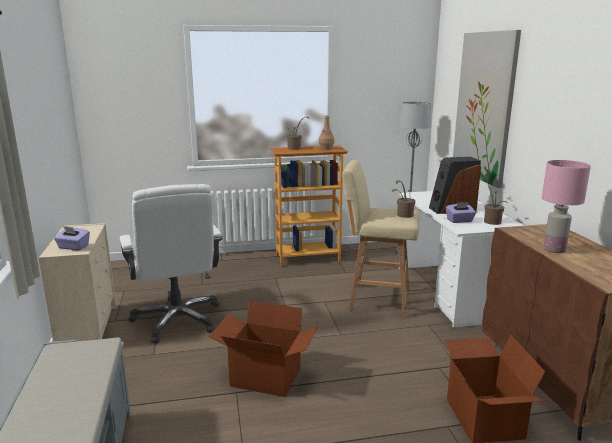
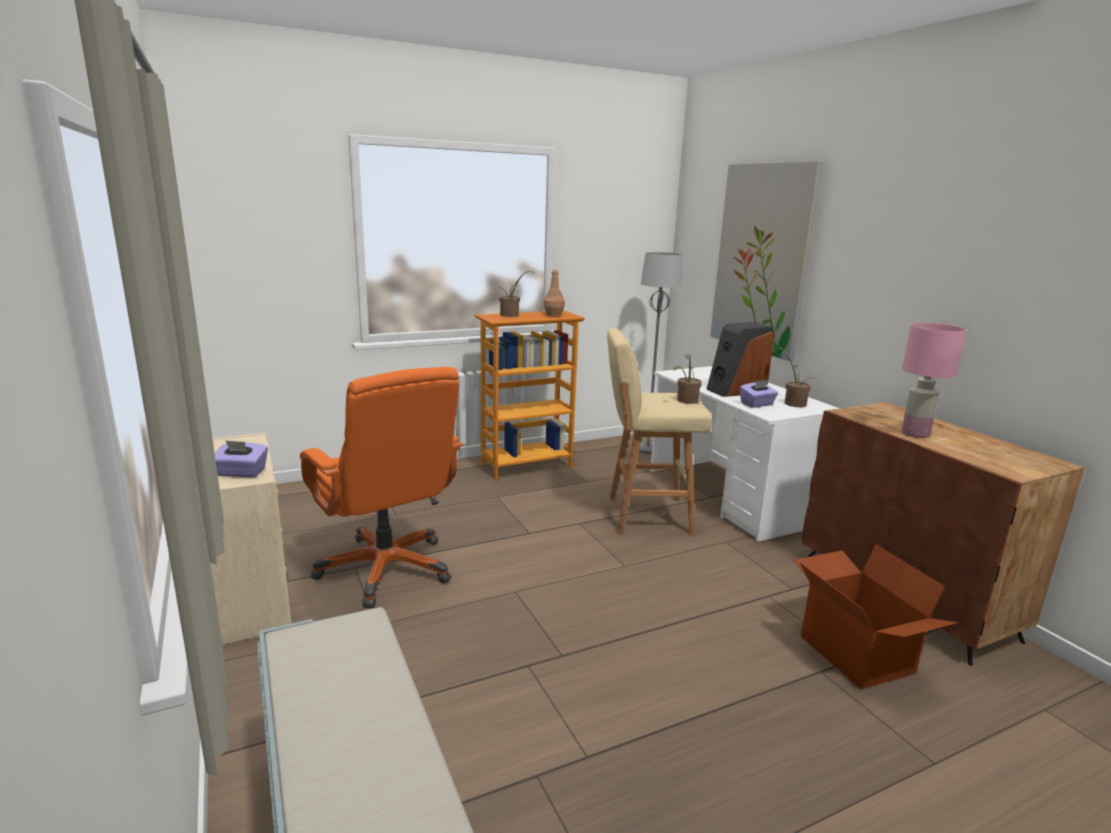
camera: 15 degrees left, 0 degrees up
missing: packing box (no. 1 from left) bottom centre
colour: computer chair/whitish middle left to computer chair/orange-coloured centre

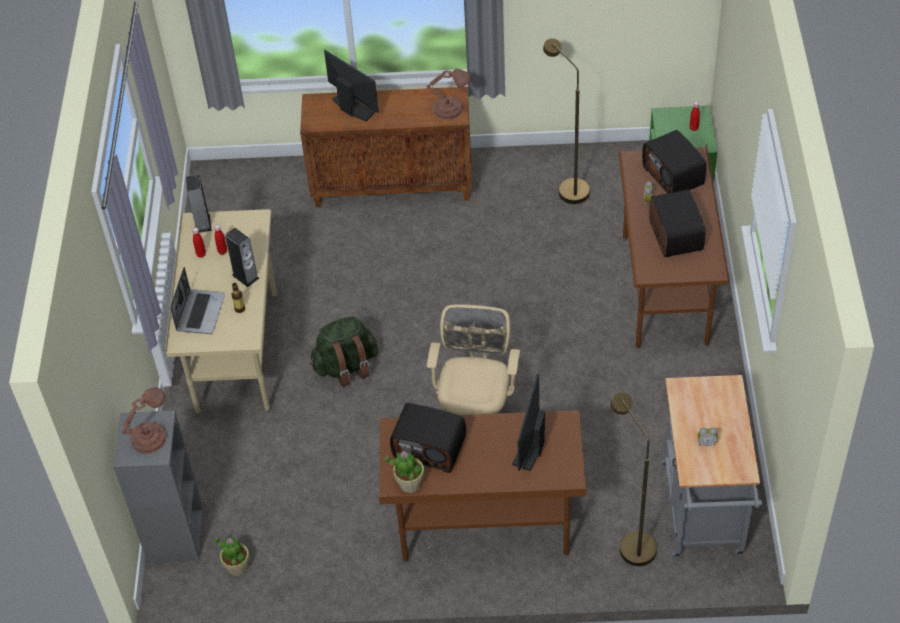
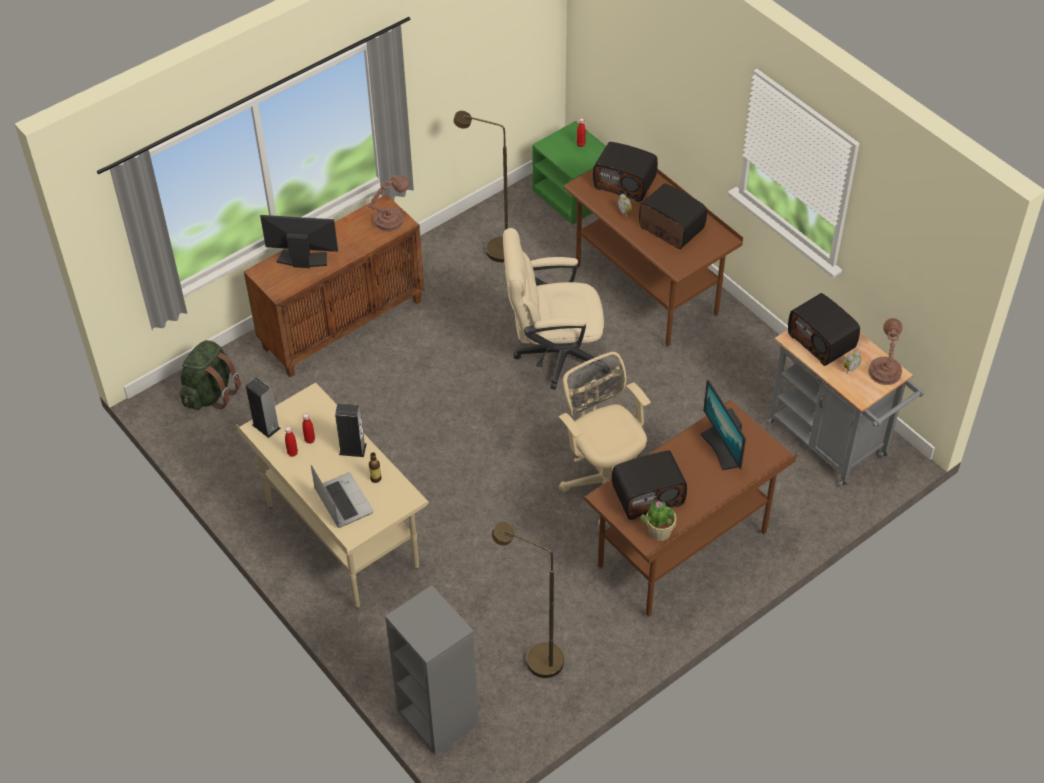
camera: 40 degrees left, 0 degrees up
missing: plant in a pot (no. 1 from left) bottom left
appeared: computer chair/beige-coloured (no. 1 from left) centre; radio set (no. 4 from left) middle right
relocated: lamp for a table/brown-coloured (no. 1 from left in the first image) bottom left to lamp for a table/brown-coloured (no. 2 from left) middle right; rucksack/green-coloured centre to middle left; floor lamp/brown-coloured (no. 2 from left) bottom right to bottom centre

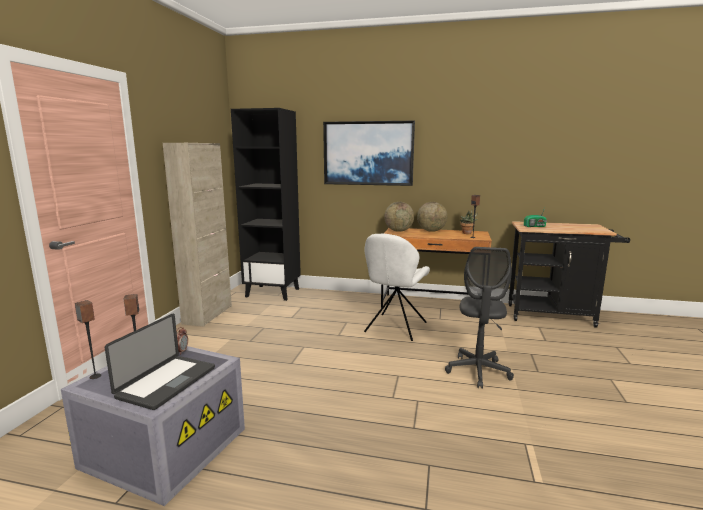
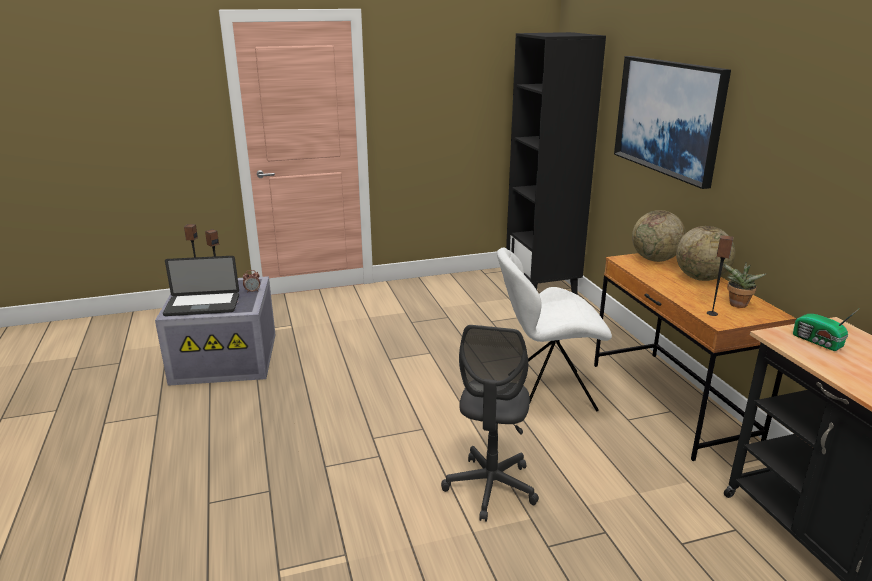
camera: 60 degrees right, 10 degrees up
missing: cupboard/beige-coloured middle left
spun: computer chair/gray middle right = bottom centre 60 degrees counterclockwise

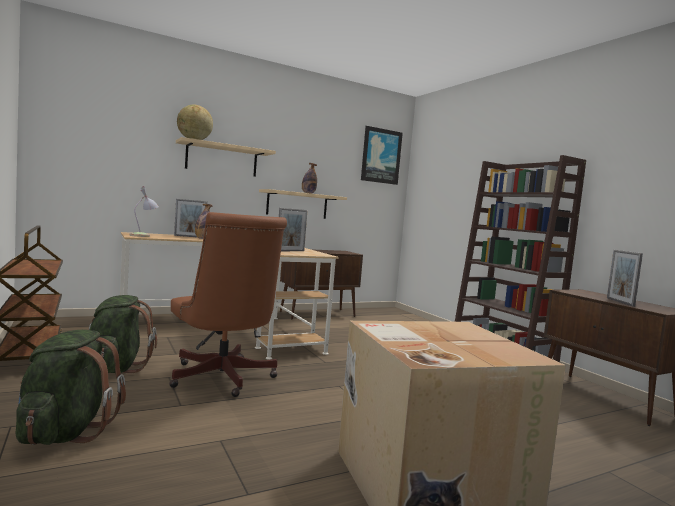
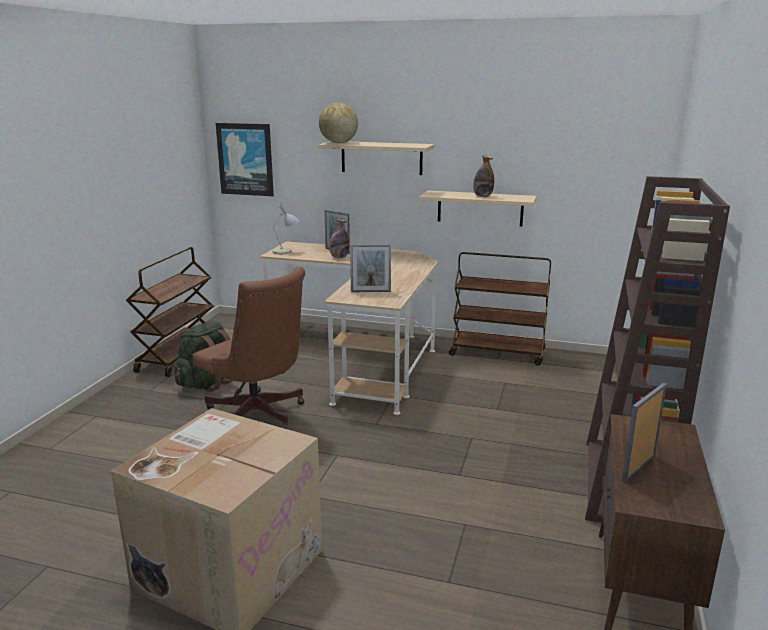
camera: 45 degrees right, 15 degrees up
missing: rucksack/green-coloured (no. 1 from left) bottom left
relocated: picture top centre to top left
exchanged: cupboard/brown-coloured (no. 1 from left) centre to cart/brown-coloured (no. 2 from left) centre
spun: computer chair/brown-coloured centre = middle left 60 degrees counterclockwise

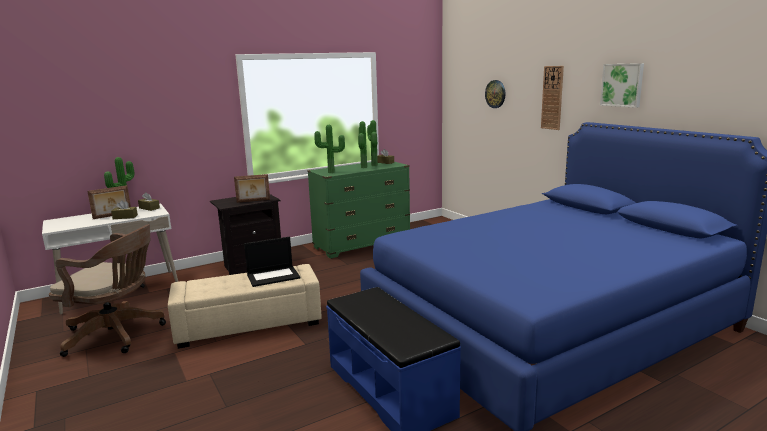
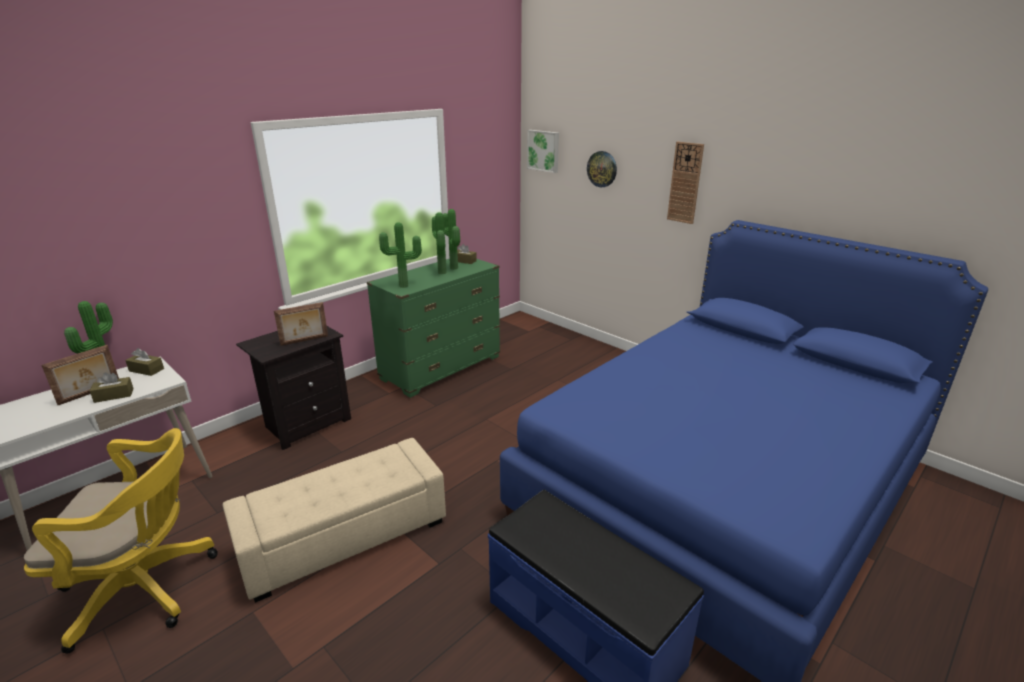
camera: 15 degrees left, 10 degrees up
missing: notebook computer centre
relocated: picture top right to top centre
colour: computer chair/brown-coloured bottom left to computer chair/yellow-coloured bottom left

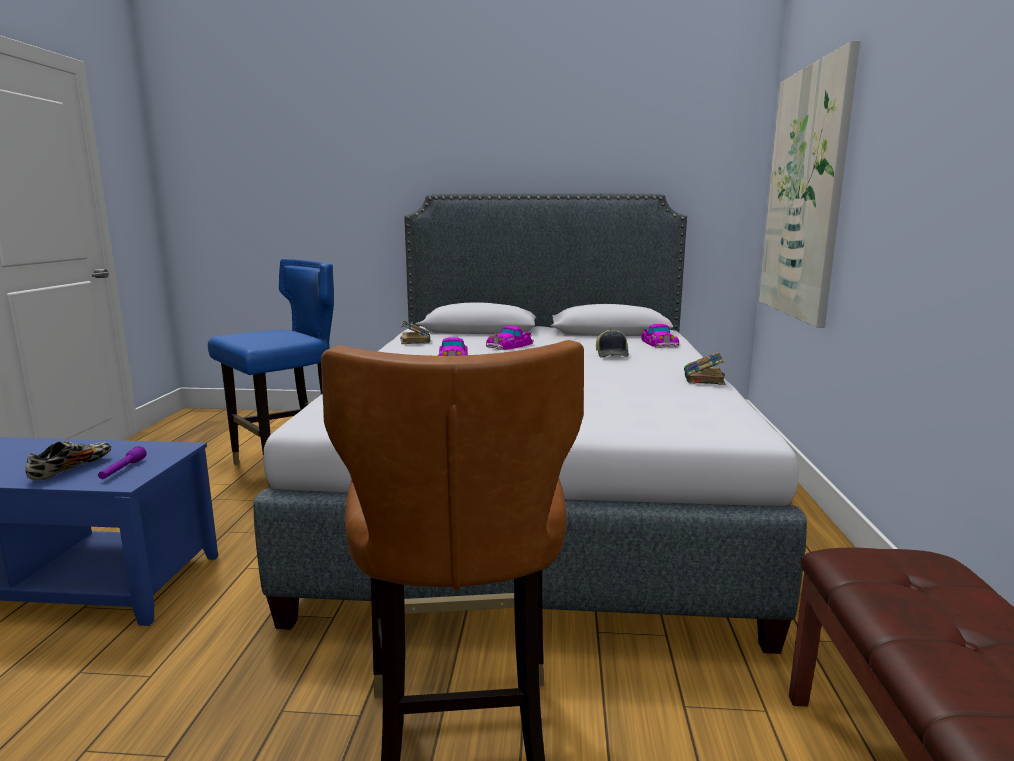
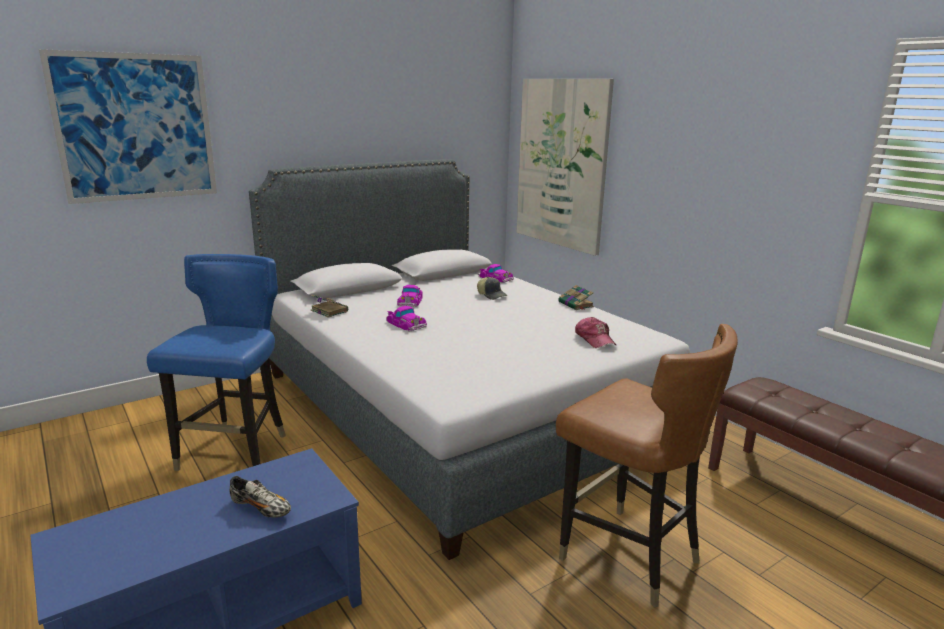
camera: 40 degrees left, 5 degrees up
missing: flashlight/purple middle left
appeared: picture (no. 1 from left) top left; baseball cap (no. 2 from left) centre
spun: shoe middle left = bottom left 135 degrees clockwise

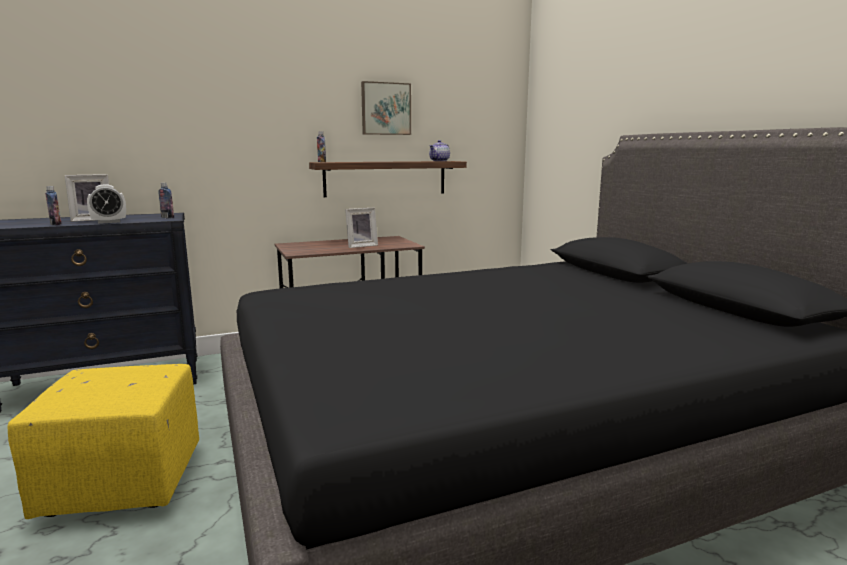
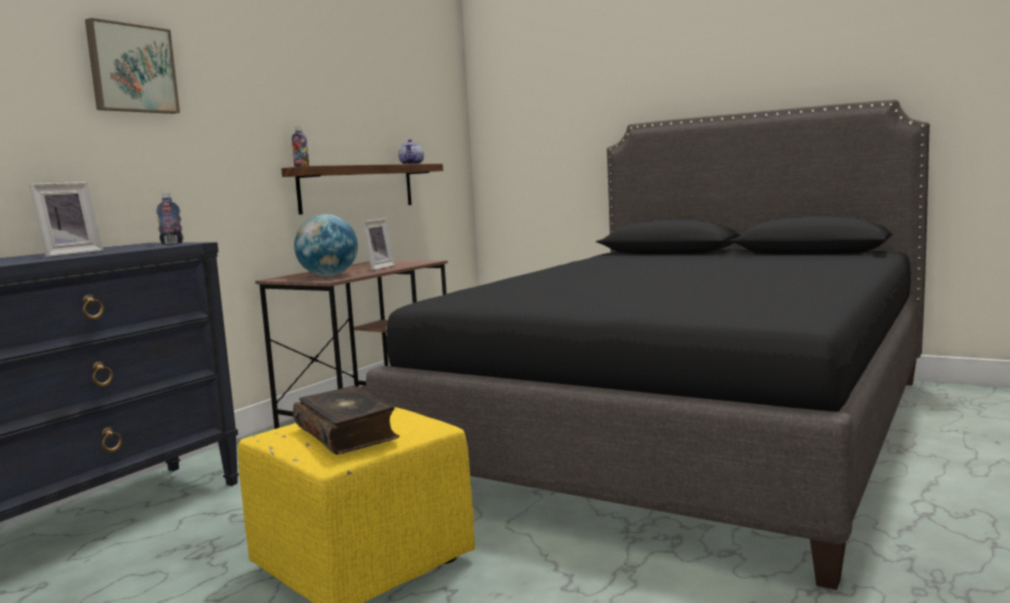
camera: 35 degrees left, 5 degrees down
missing: beverage bottle (no. 1 from left) middle left; bedside clock middle left
appeared: volume bottom centre; globe middle left
relocated: picture top centre to top left

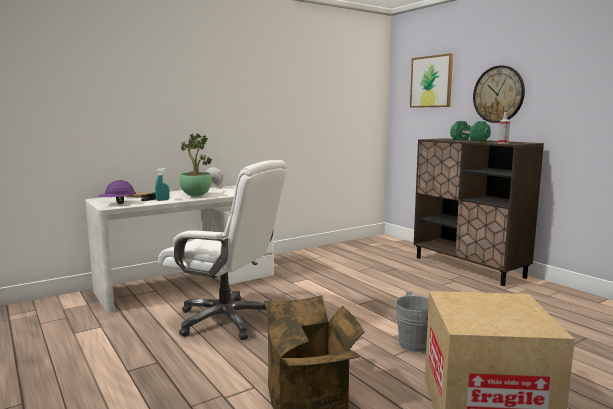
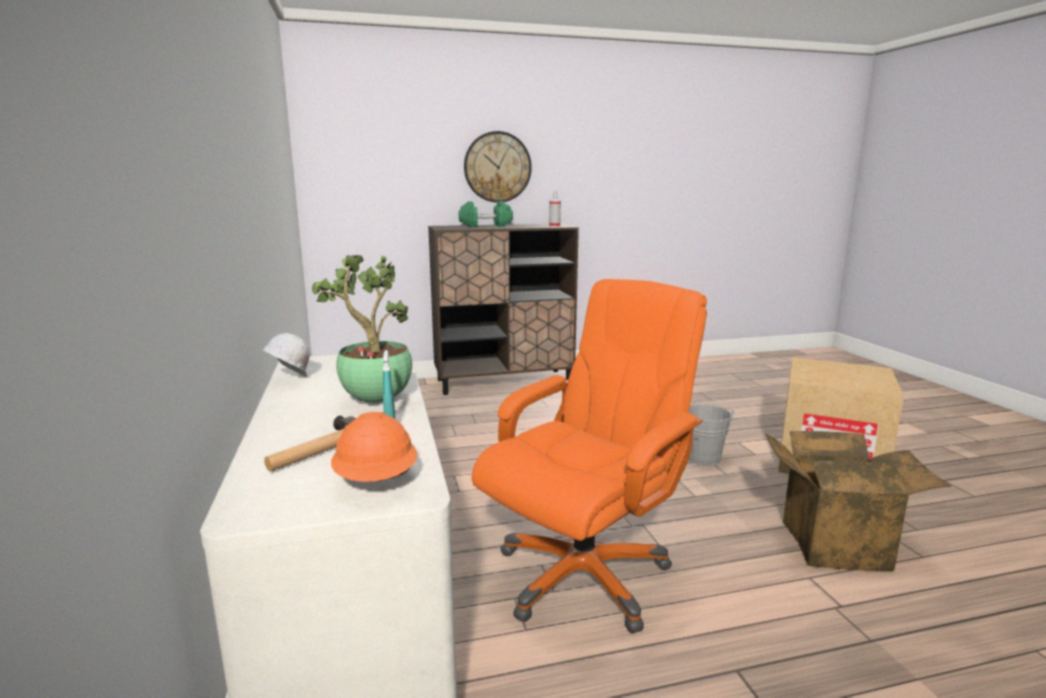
camera: 70 degrees left, 5 degrees up
missing: picture top right
colour: work helmet/purple middle left to work helmet/orange-coloured centre; computer chair/whitish centre to computer chair/orange-coloured centre

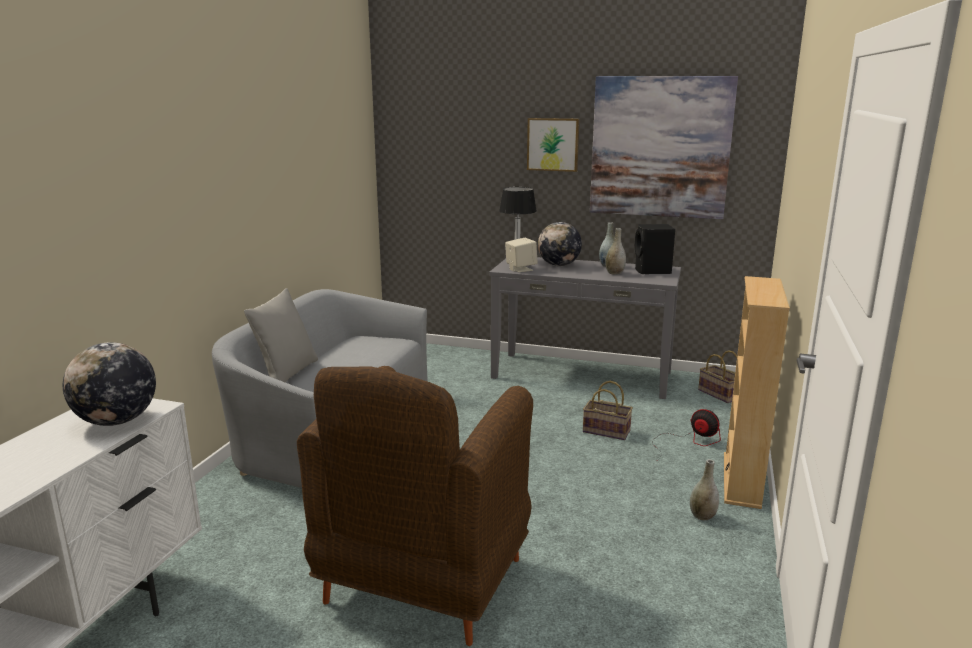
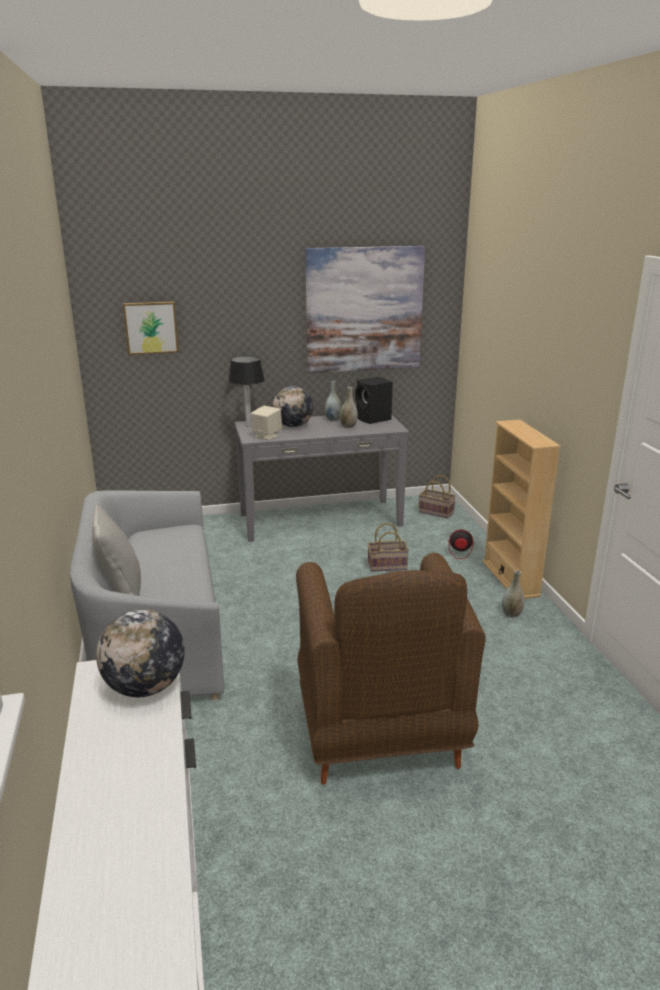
camera: 30 degrees left, 5 degrees up
relocated: picture (no. 1 from left) top centre to top left

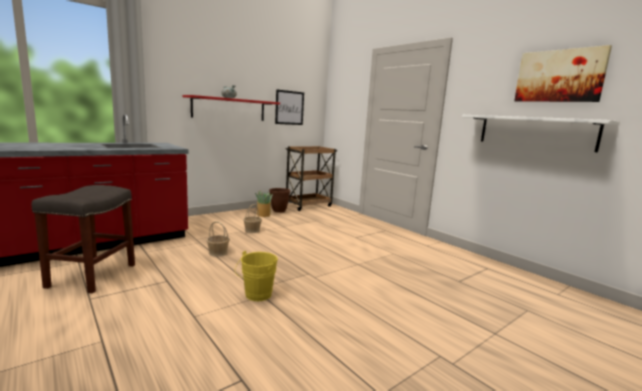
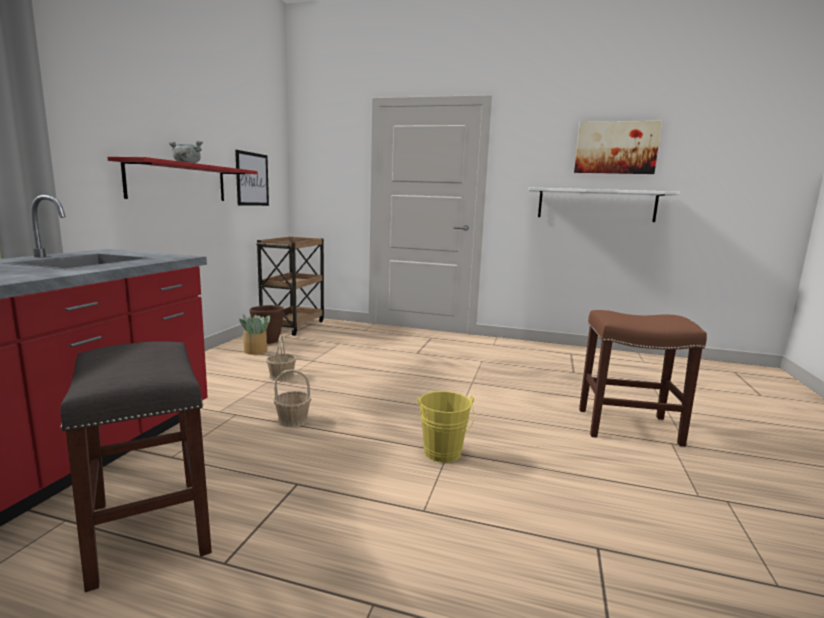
camera: 35 degrees left, 0 degrees up
appeared: sitting stool/brown-coloured middle right

